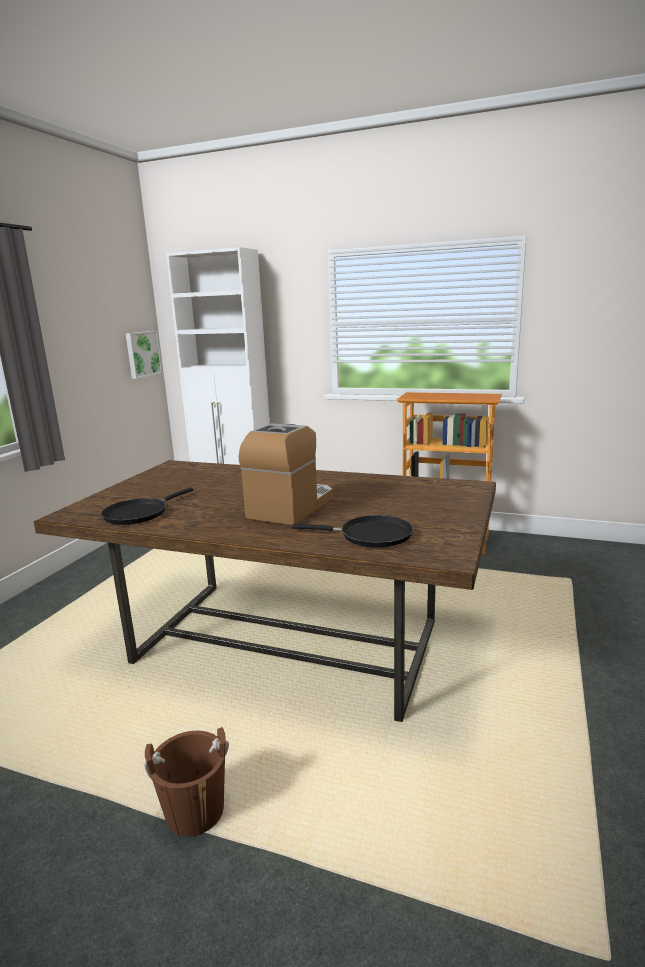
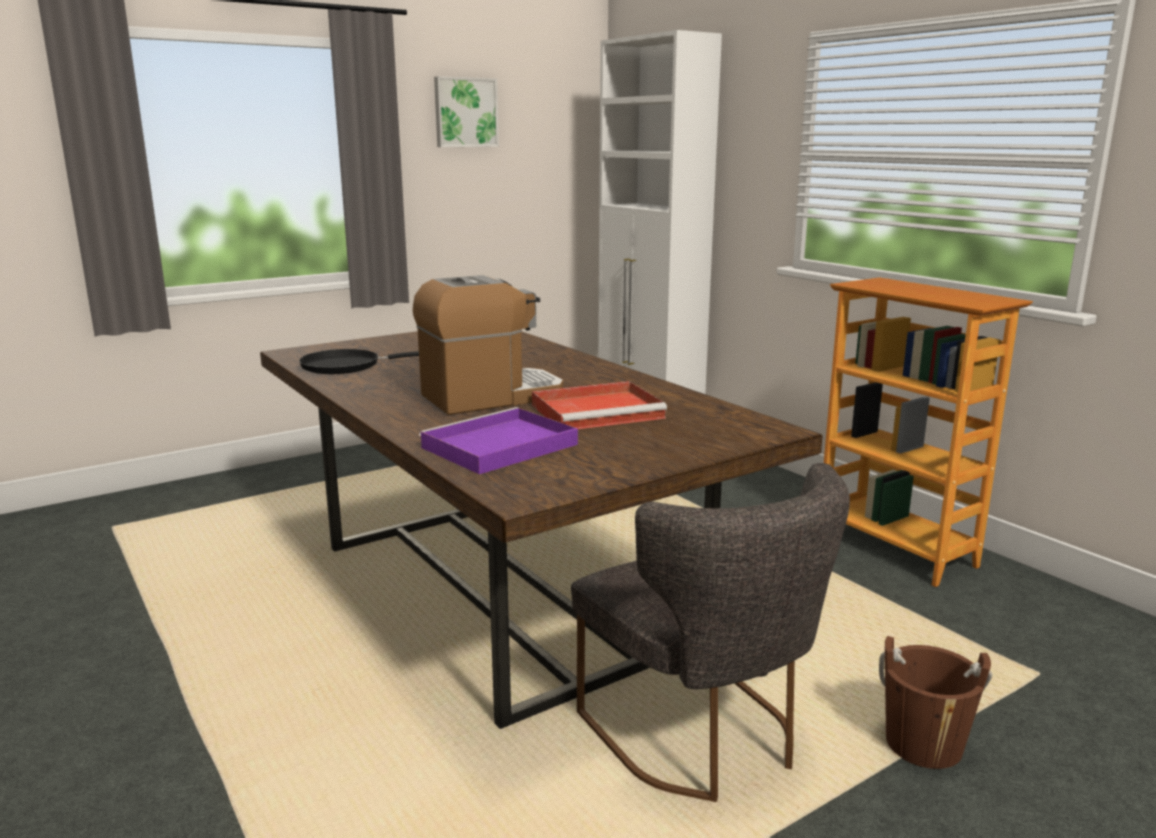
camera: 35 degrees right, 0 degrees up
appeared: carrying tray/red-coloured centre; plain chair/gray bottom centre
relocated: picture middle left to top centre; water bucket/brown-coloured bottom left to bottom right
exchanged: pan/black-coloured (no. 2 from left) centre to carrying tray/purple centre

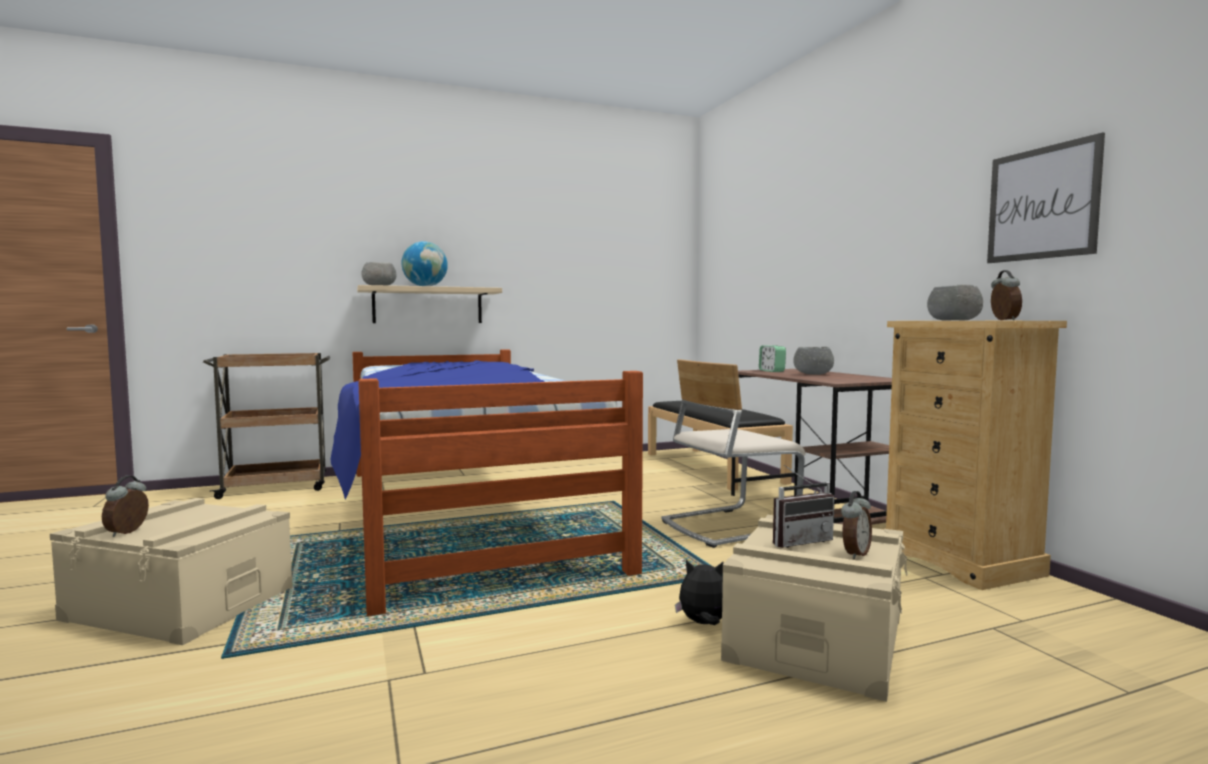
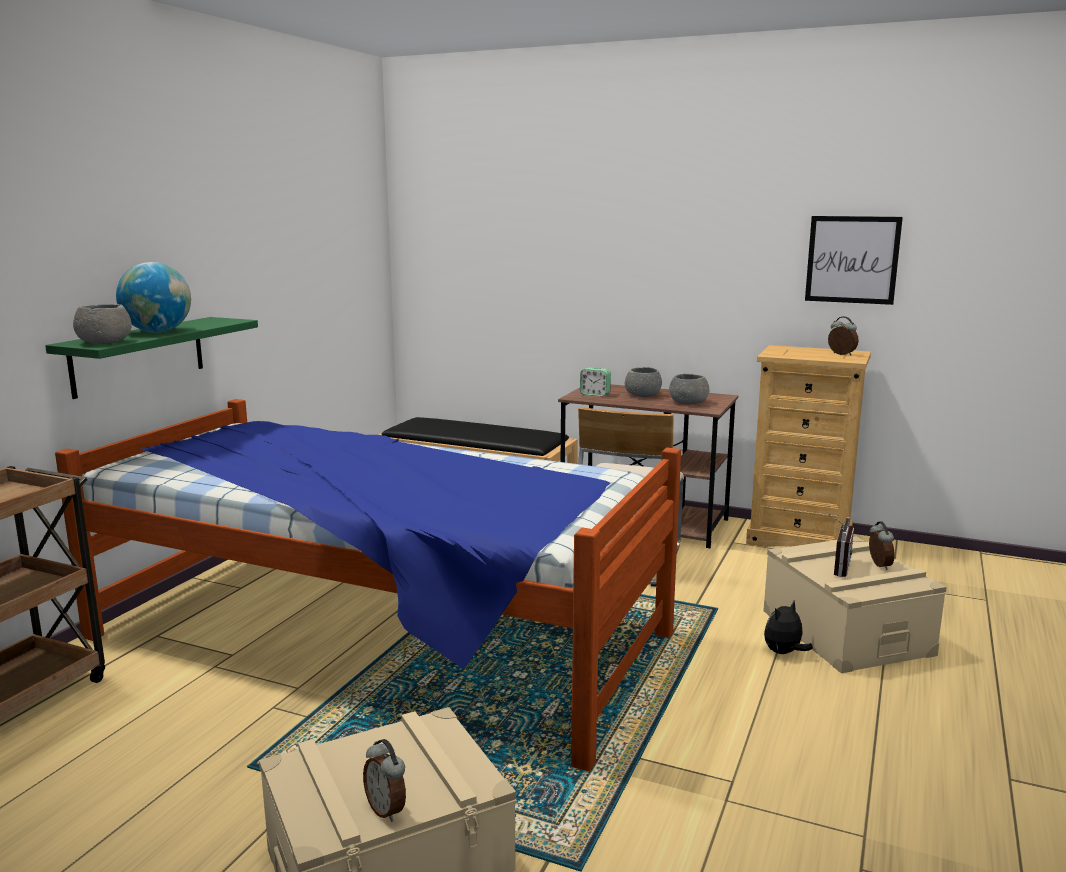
camera: 45 degrees left, 10 degrees up
relocated: bowl/gray (no. 3 from left) middle right to centre
colour: bracket shelf/beige-coloured centre to bracket shelf/green-coloured middle left

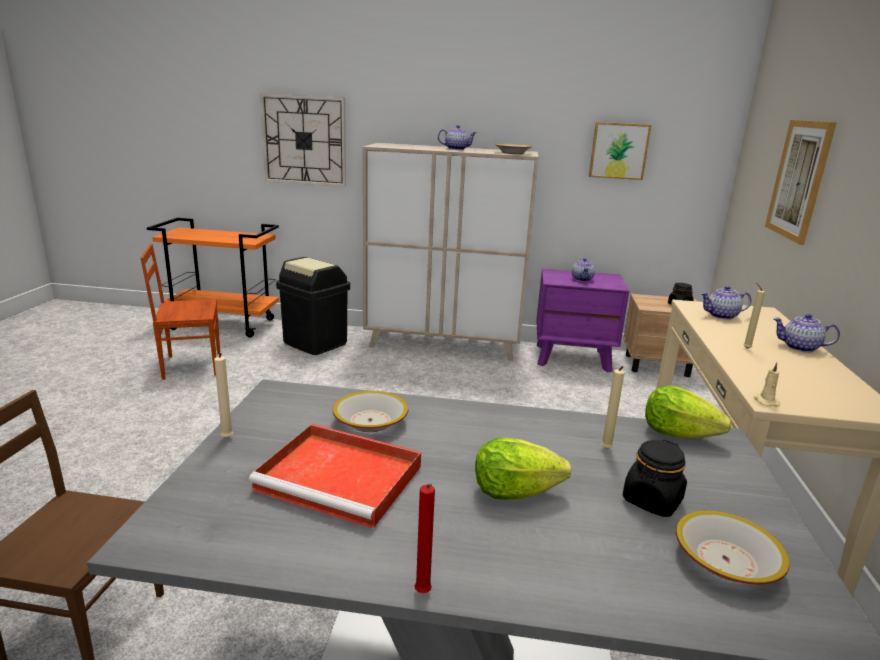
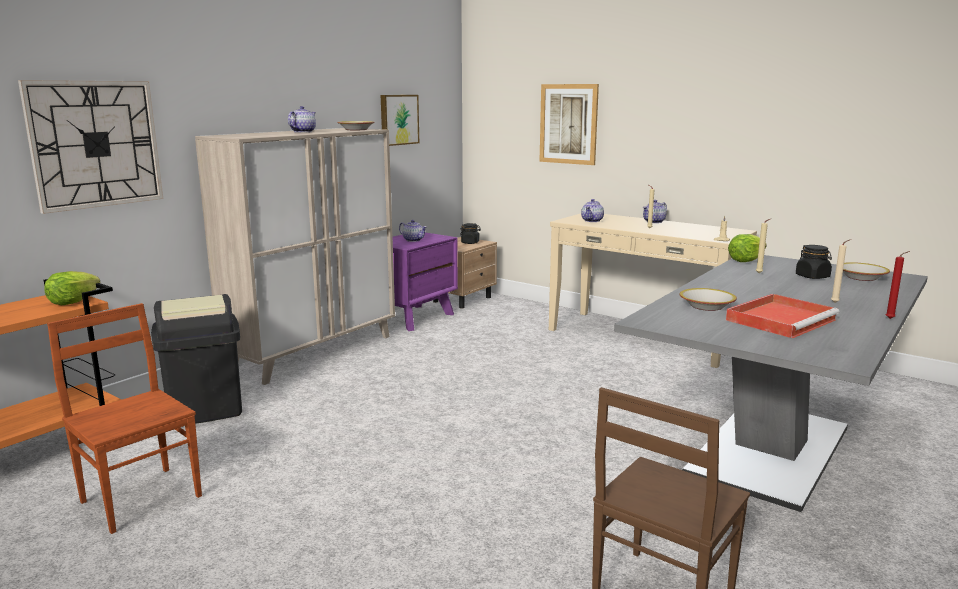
camera: 60 degrees left, 5 degrees down
relocated: candle/beige-coloured (no. 1 from left in the first image) middle left to candle/beige-coloured (no. 4 from left) middle right; lettuce head (no. 1 from left) bottom centre to middle left
spun: plain chair/brown-coloured (no. 2 from left in the first image) middle left = bottom left 120 degrees clockwise

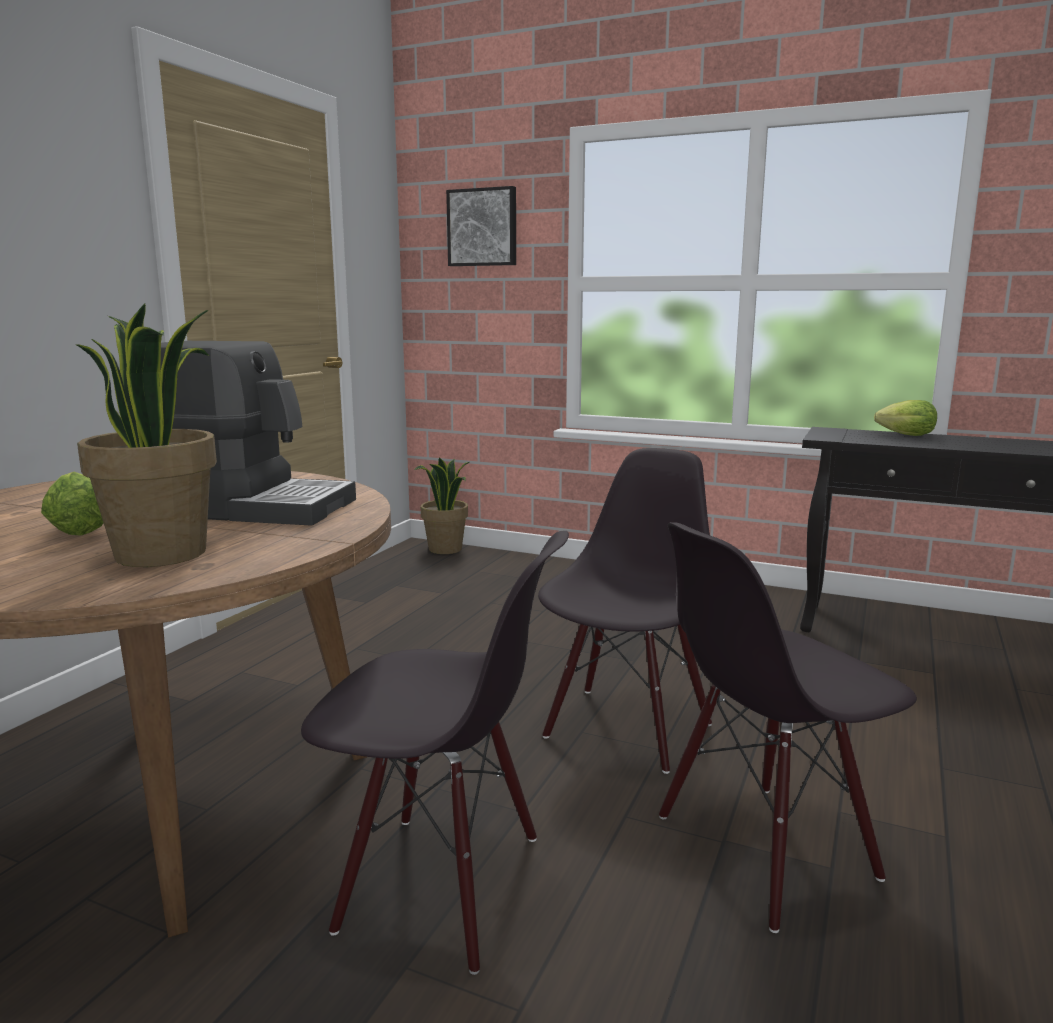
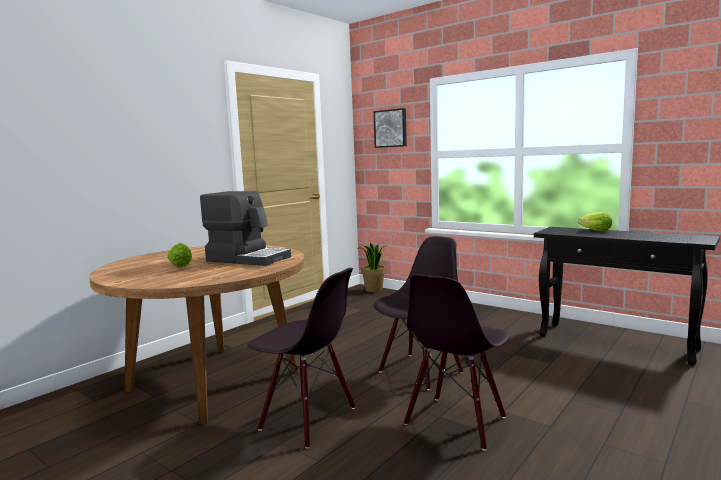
camera: 15 degrees right, 5 degrees down
missing: plant in a pot (no. 1 from left) middle left
spun: plain chair/black-coloured (no. 3 from left) bottom right = bottom centre 45 degrees counterclockwise

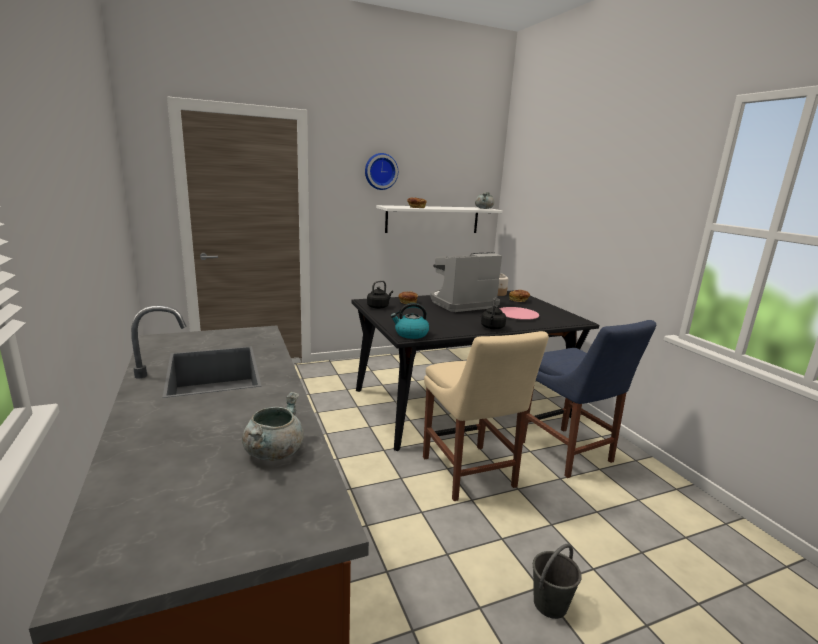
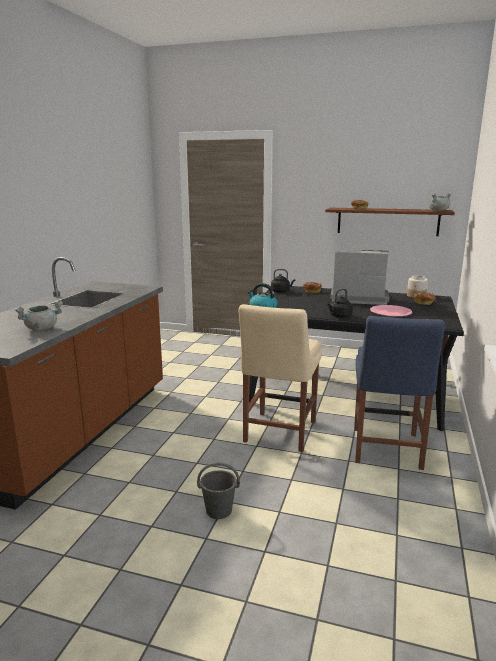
camera: 40 degrees right, 0 degrees up
missing: hanging clock top centre
colour: bracket shelf/whitish centre to bracket shelf/brown-coloured middle right

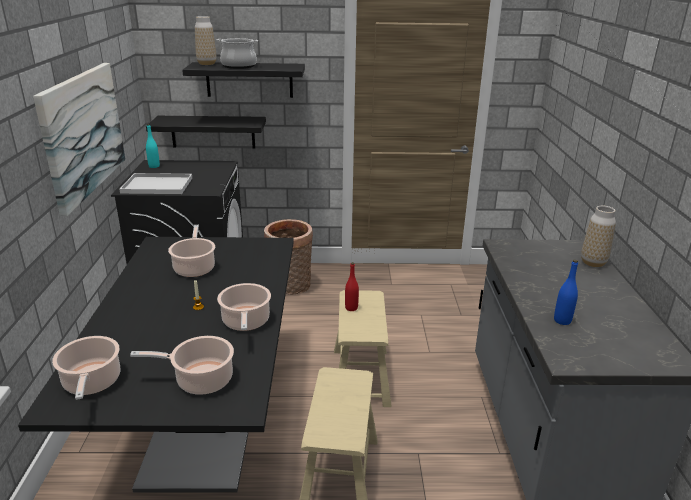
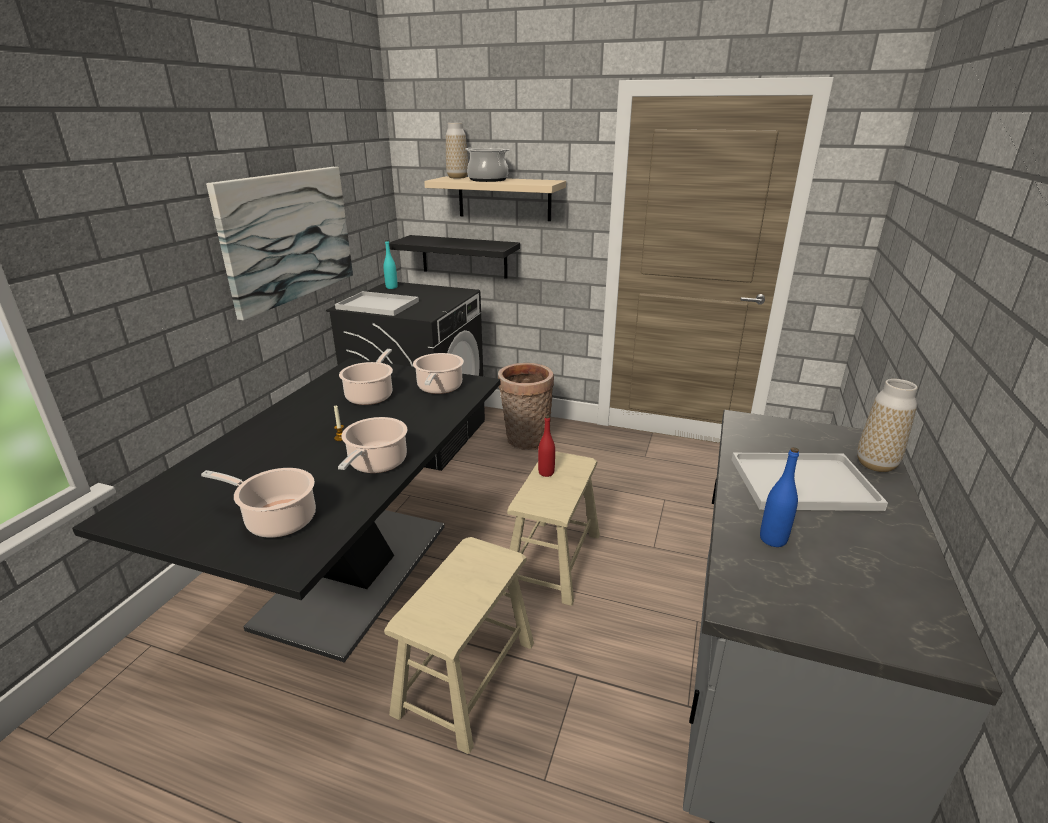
camera: 20 degrees right, 0 degrees up
appeared: carrying tray/whitish (no. 2 from left) middle right
relocated: stockpot (no. 1 from left in the first image) bottom left to stockpot (no. 4 from left) centre
colour: bracket shelf/black-coloured (no. 2 from left) top centre to bracket shelf/beige-coloured top centre

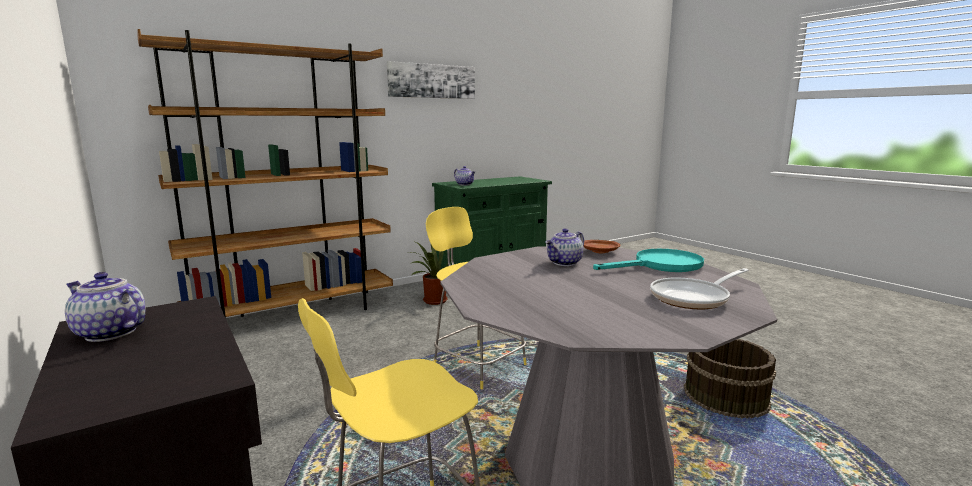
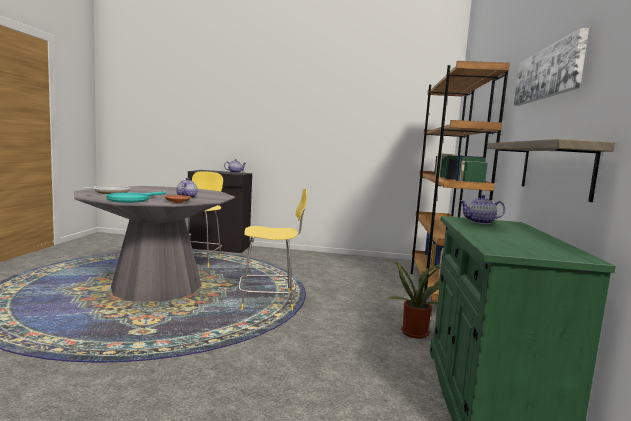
camera: 130 degrees right, 5 degrees down
missing: water bucket/brown-coloured bottom right
appeared: bracket shelf middle right

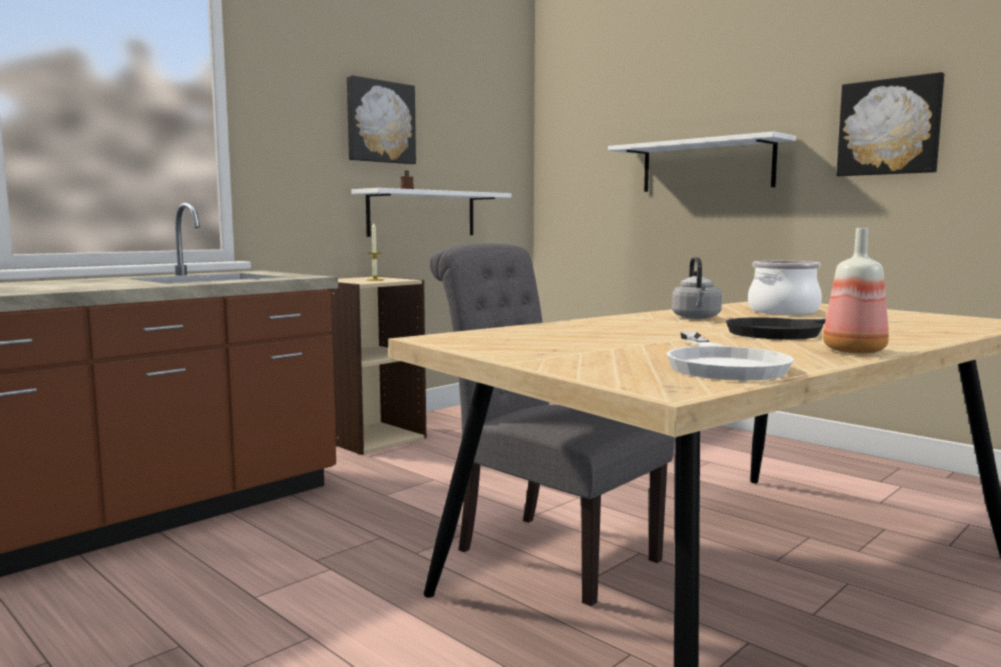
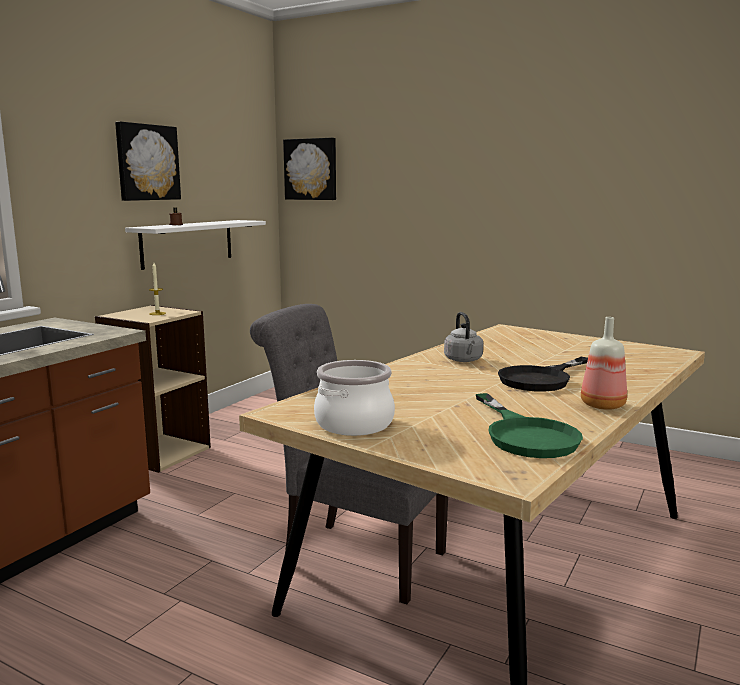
camera: 15 degrees left, 5 degrees up
missing: bracket shelf/whitish (no. 2 from left) top right
relocated: stockpot middle right to centre; picture (no. 2 from left) top right to top centre
colour: pan/whitish middle right to pan/green-coloured middle right

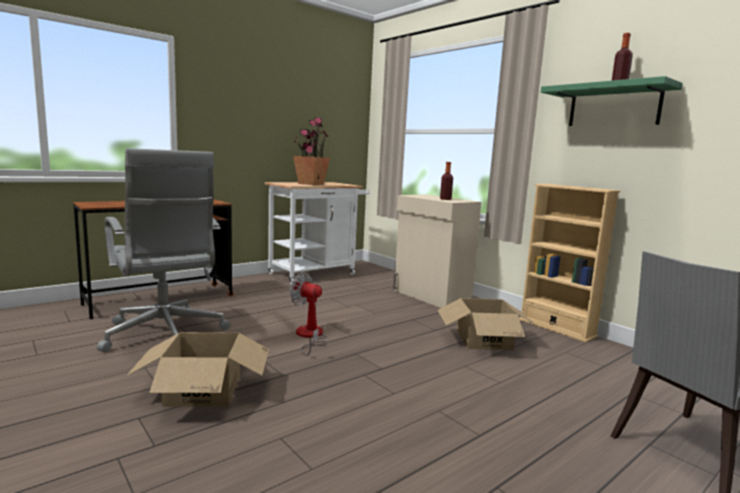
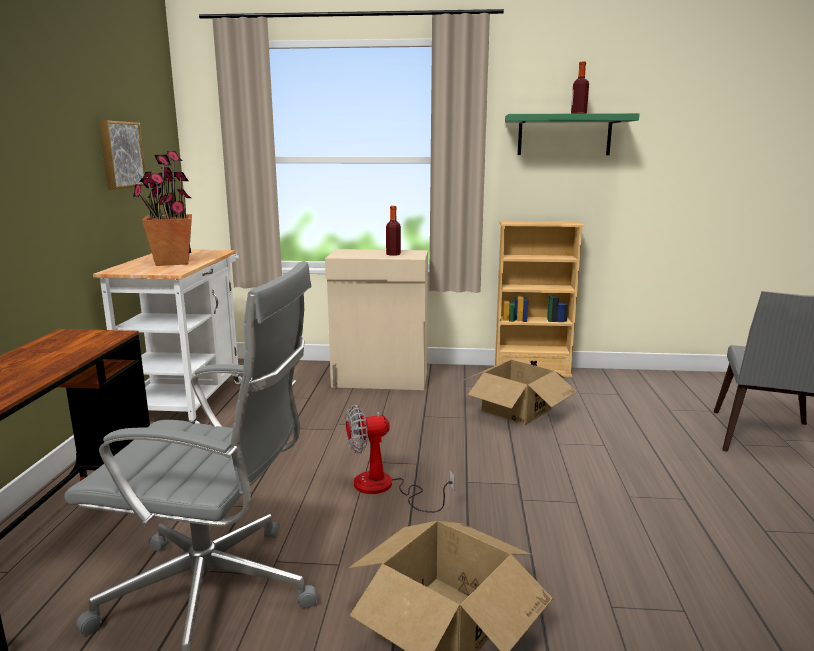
camera: 45 degrees left, 5 degrees up
appeared: picture top left

